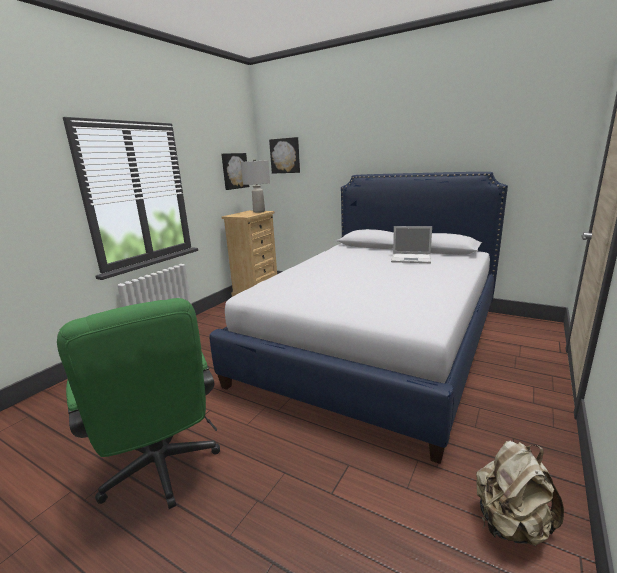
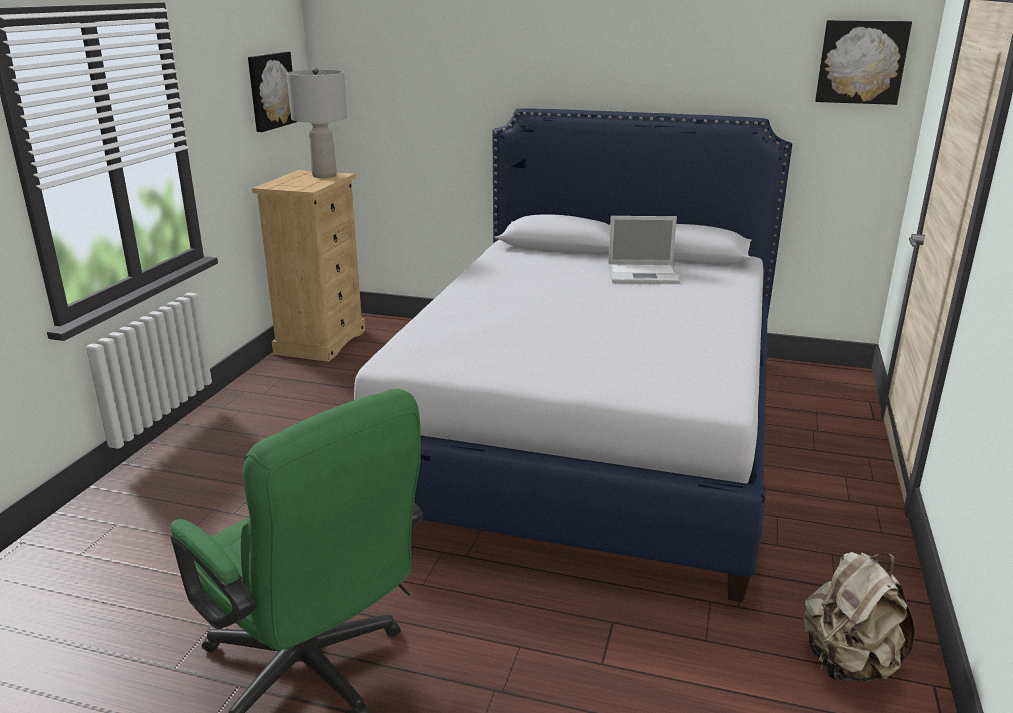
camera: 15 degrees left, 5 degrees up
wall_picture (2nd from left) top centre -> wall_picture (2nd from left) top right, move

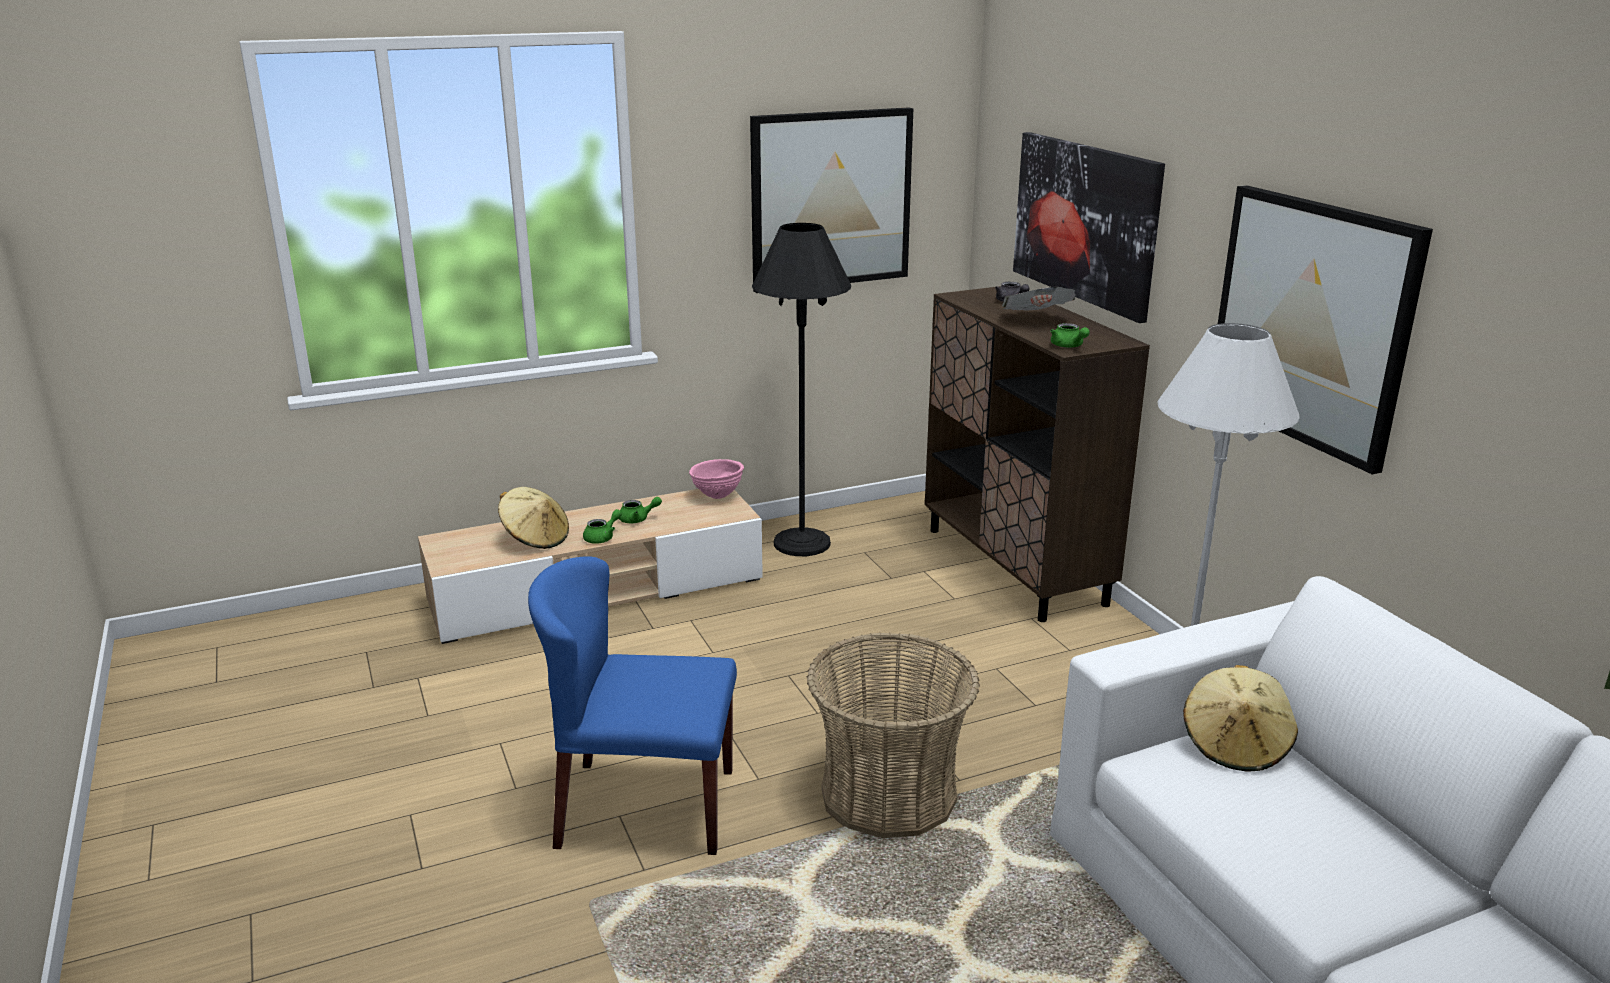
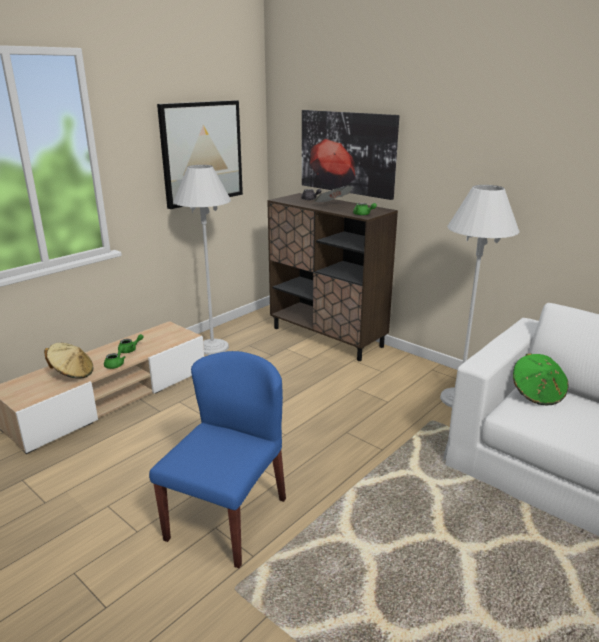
camera: 25 degrees left, 0 degrees up
bluish_plain_chair bottom centre, 135 degrees clockwise
pink_bowl centre -> none
black-coloured_standard_lamp centre -> white-coloured_standard_lamp (1st from left) centre
basket bottom centre -> none
beige-coloured_clothing_hat (2nd from left) bottom right -> greenish_clothing_hat middle right
wall_picture (3rd from left) middle right -> none

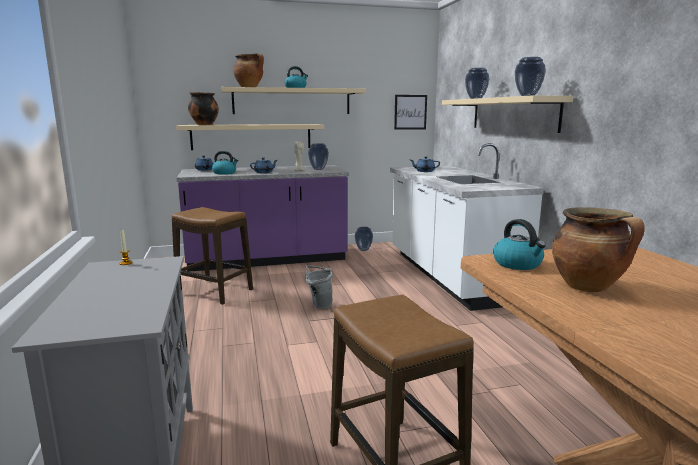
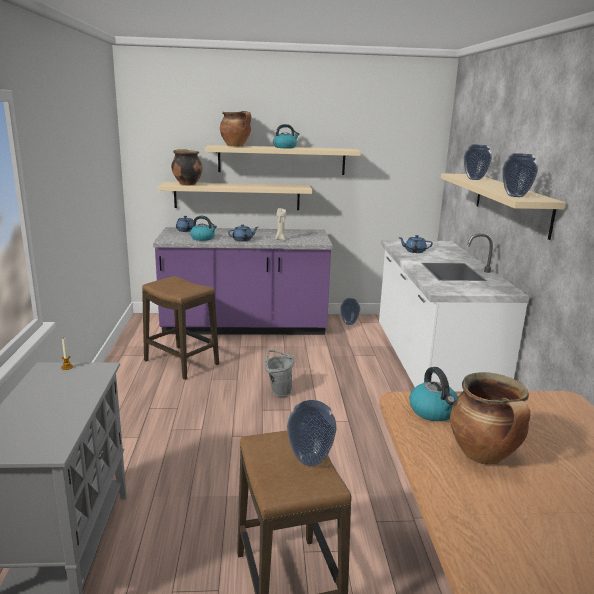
camera: 10 degrees right, 5 degrees up
decorative_vase (1st from left) centre -> decorative_vase (1st from left) bottom centre, move
wall_picture top centre -> none

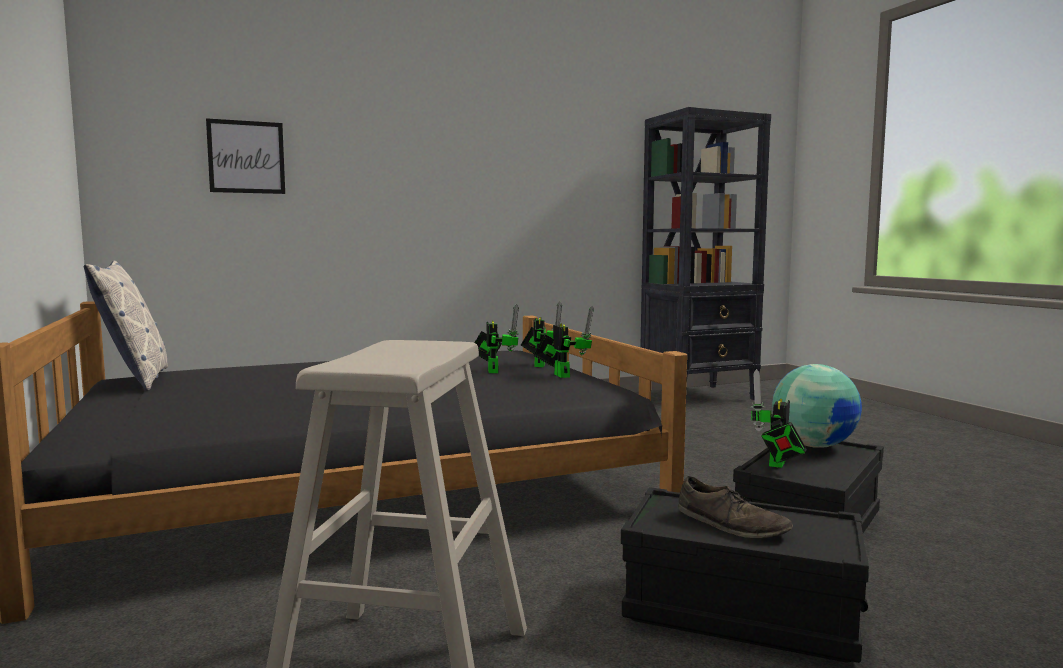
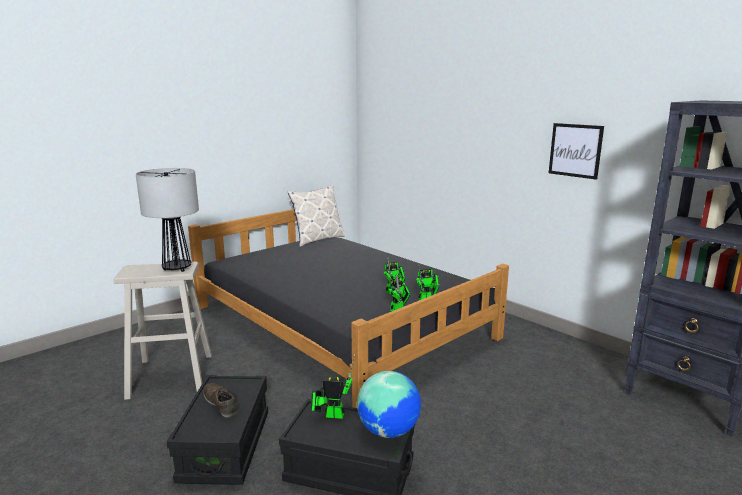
camera: 70 degrees right, 10 degrees up
wall_picture top left -> wall_picture top right, move
brownish_item_of_footwear bottom right -> brownish_item_of_footwear bottom left, 120 degrees clockwise
none -> table_lamp middle left

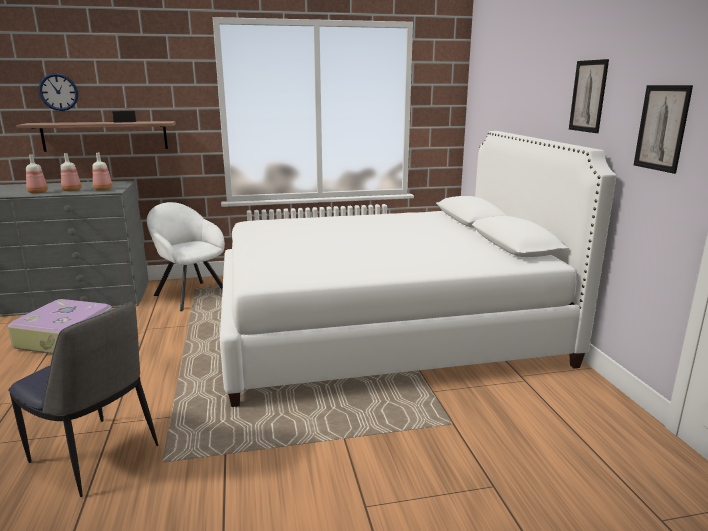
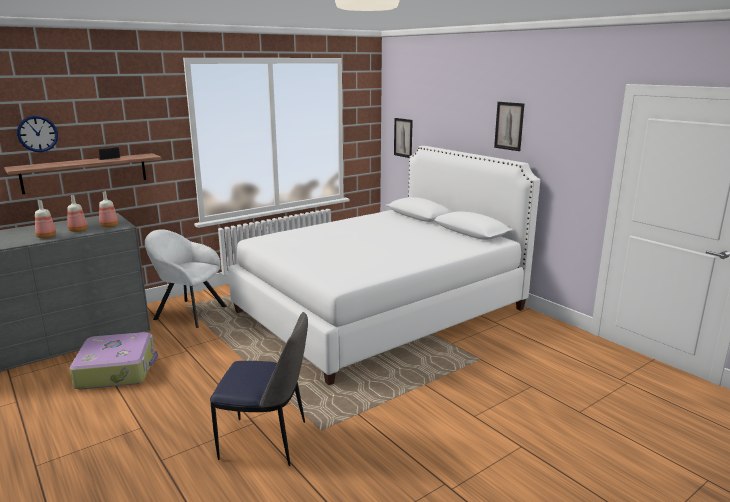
camera: 25 degrees left, 0 degrees up
wall_picture (2nd from left in the first image) top right -> wall_picture (1st from left) top centre, move

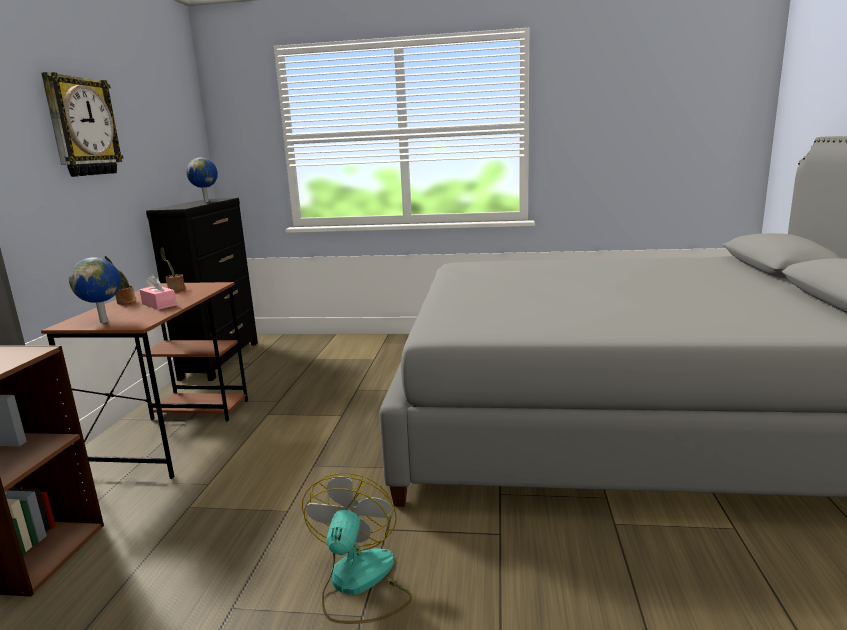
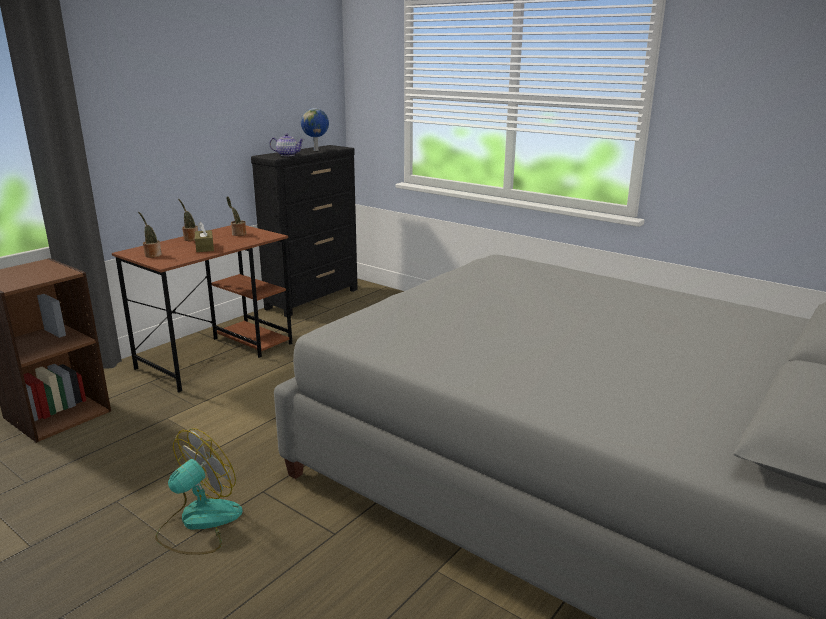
camera: 30 degrees right, 5 degrees up
hanging_clock top left -> none
desk_globe (1st from left) middle left -> houseplant (1st from left) middle left
pink_tissue_box middle left -> brownish_tissue_box middle left
none -> tea_pot top centre

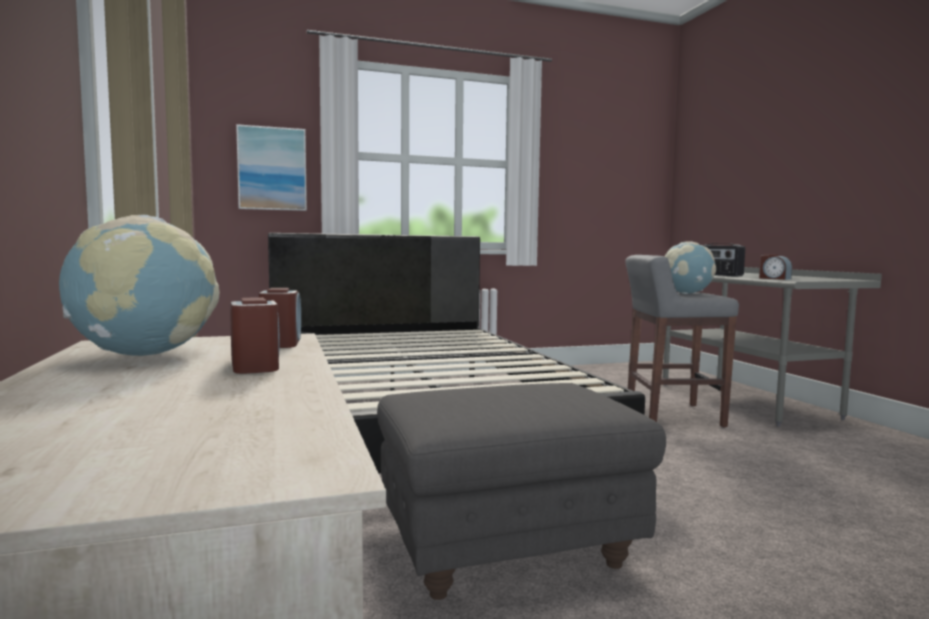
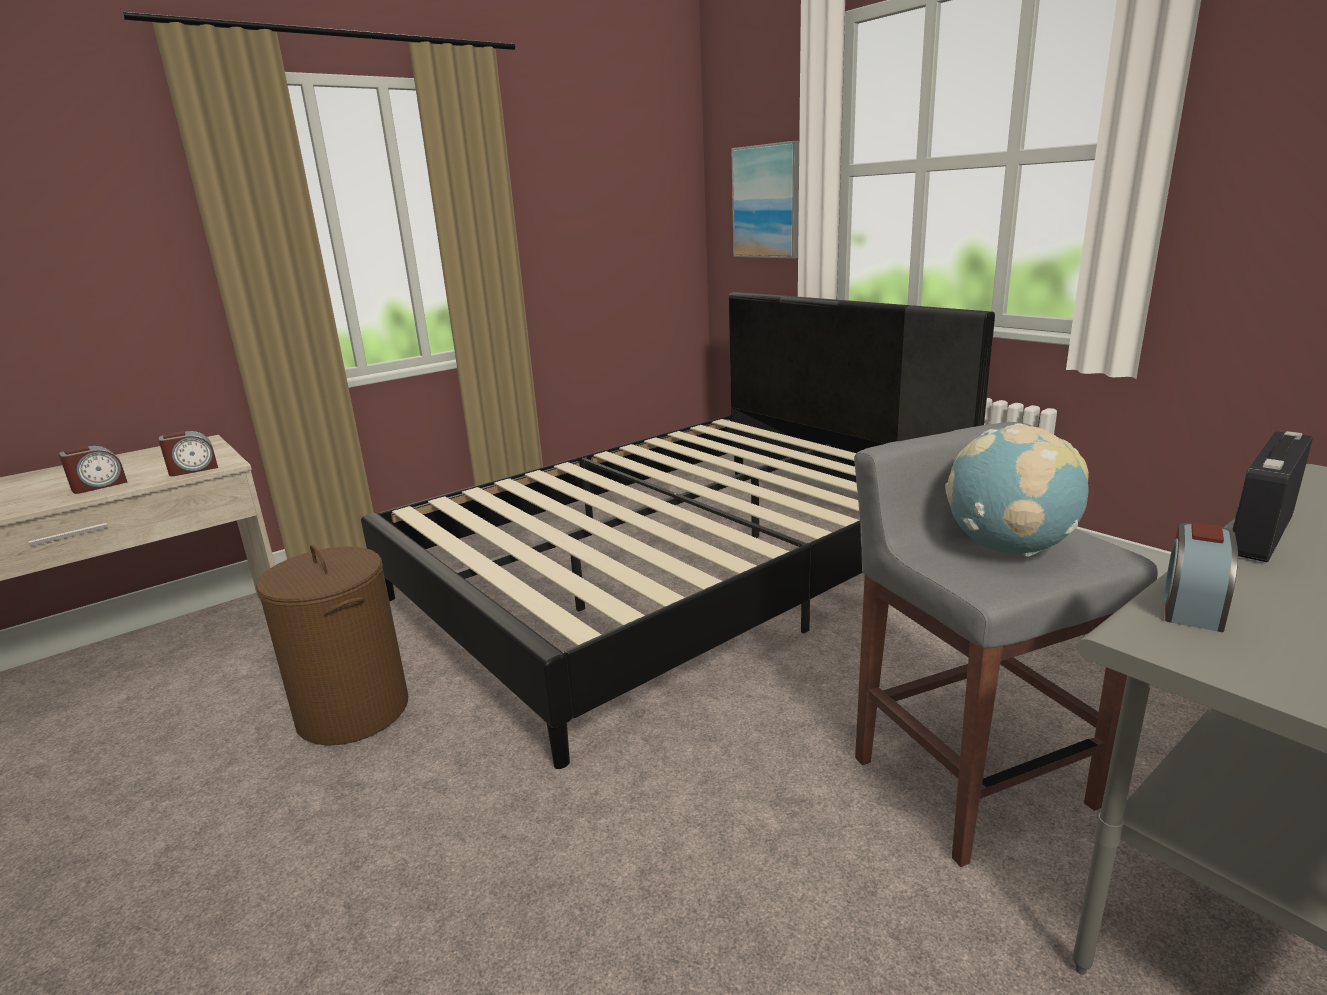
camera: 70 degrees right, 15 degrees up
desk_globe (1st from left) middle left -> none
greyish_ottoman bottom centre -> brownish_hamper middle left

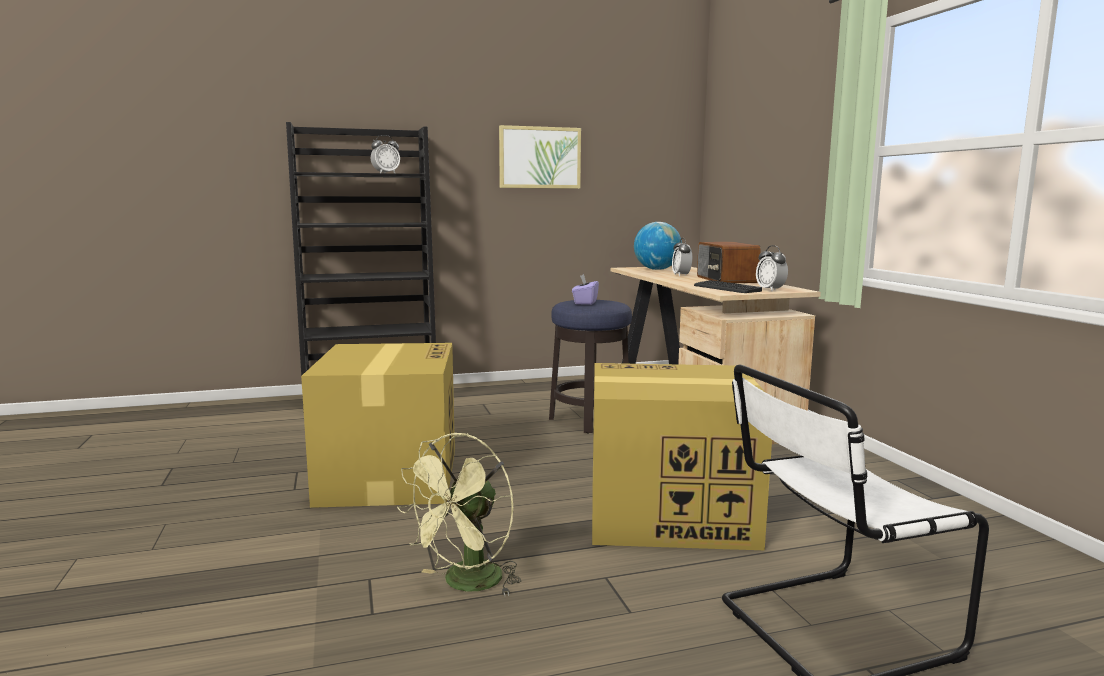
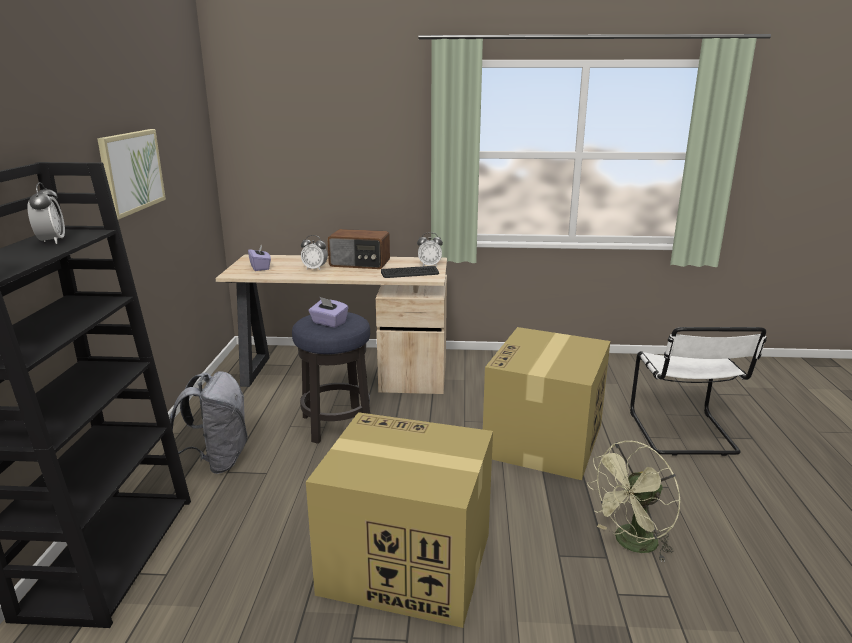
camera: 70 degrees left, 10 degrees up
greenish_cooling_fan bottom centre -> greenish_cooling_fan bottom right, 90 degrees clockwise
desk_globe centre -> purple_tissue_box (1st from left) middle left
none -> greyish_rucksack middle left

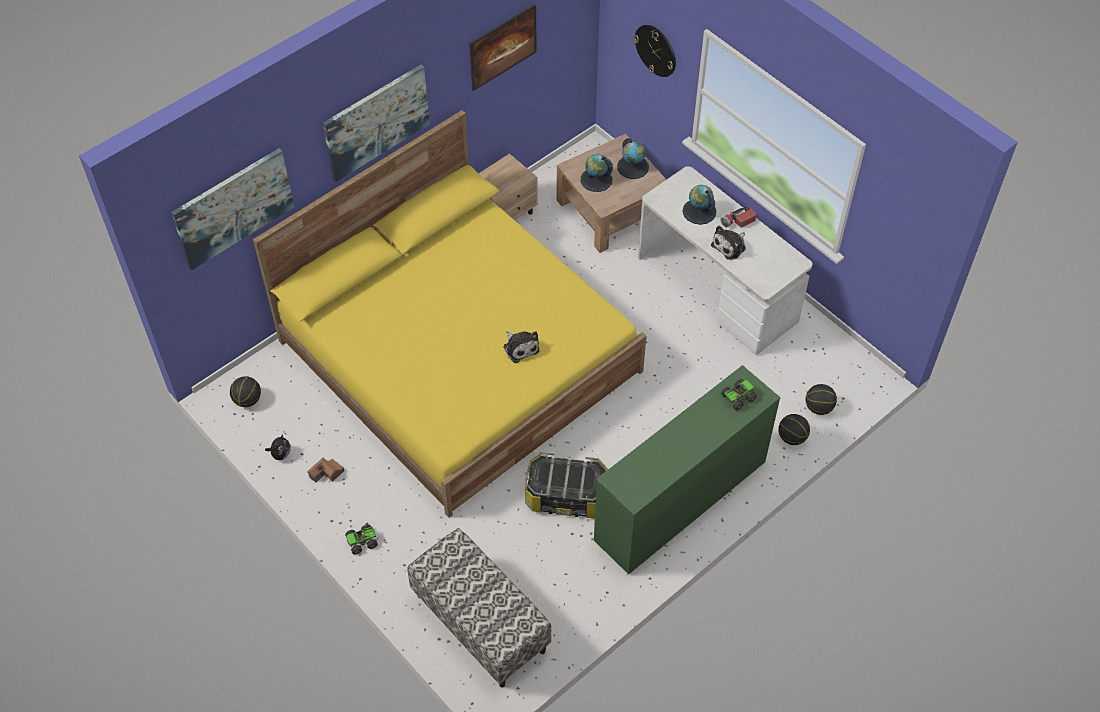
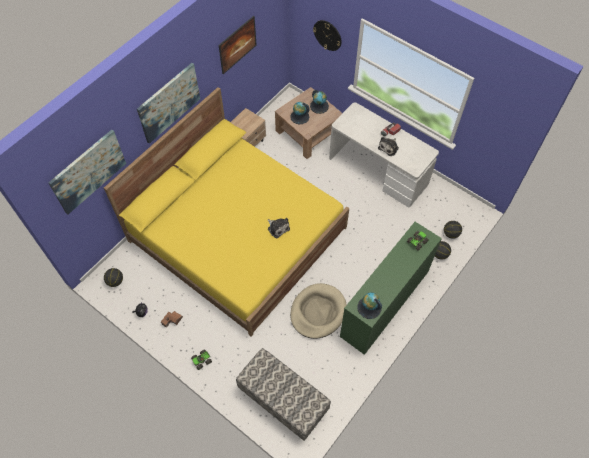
camera: 10 degrees left, 5 degrees up
storage_bin bottom centre -> beige-coloured_dog_bed bottom centre
desk_globe (3rd from left) top centre -> desk_globe (3rd from left) bottom centre, move

